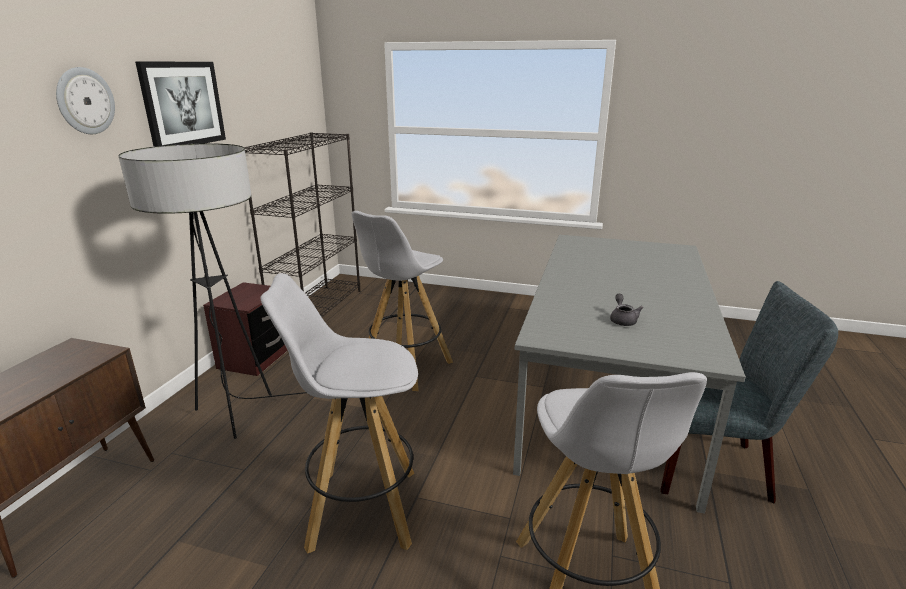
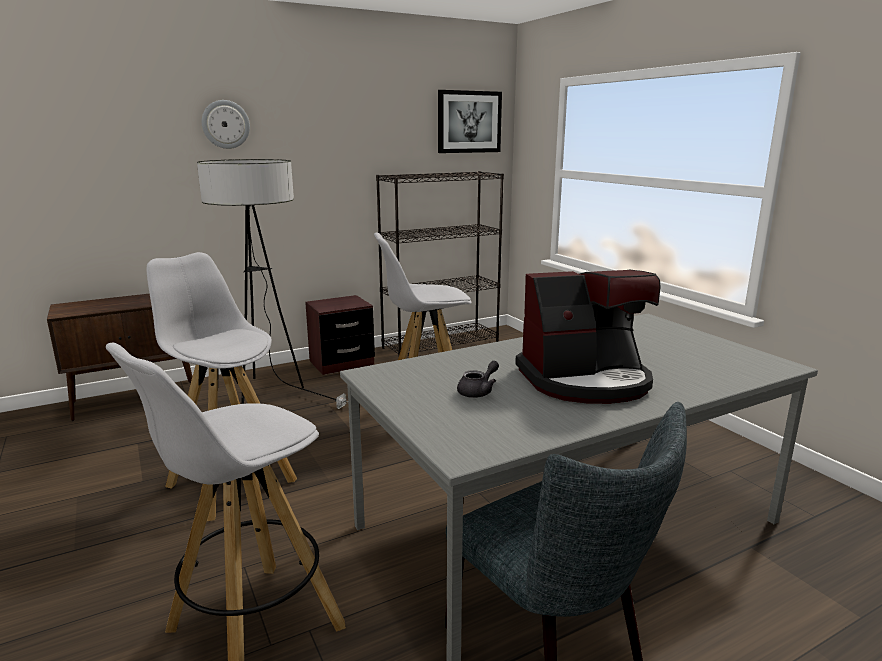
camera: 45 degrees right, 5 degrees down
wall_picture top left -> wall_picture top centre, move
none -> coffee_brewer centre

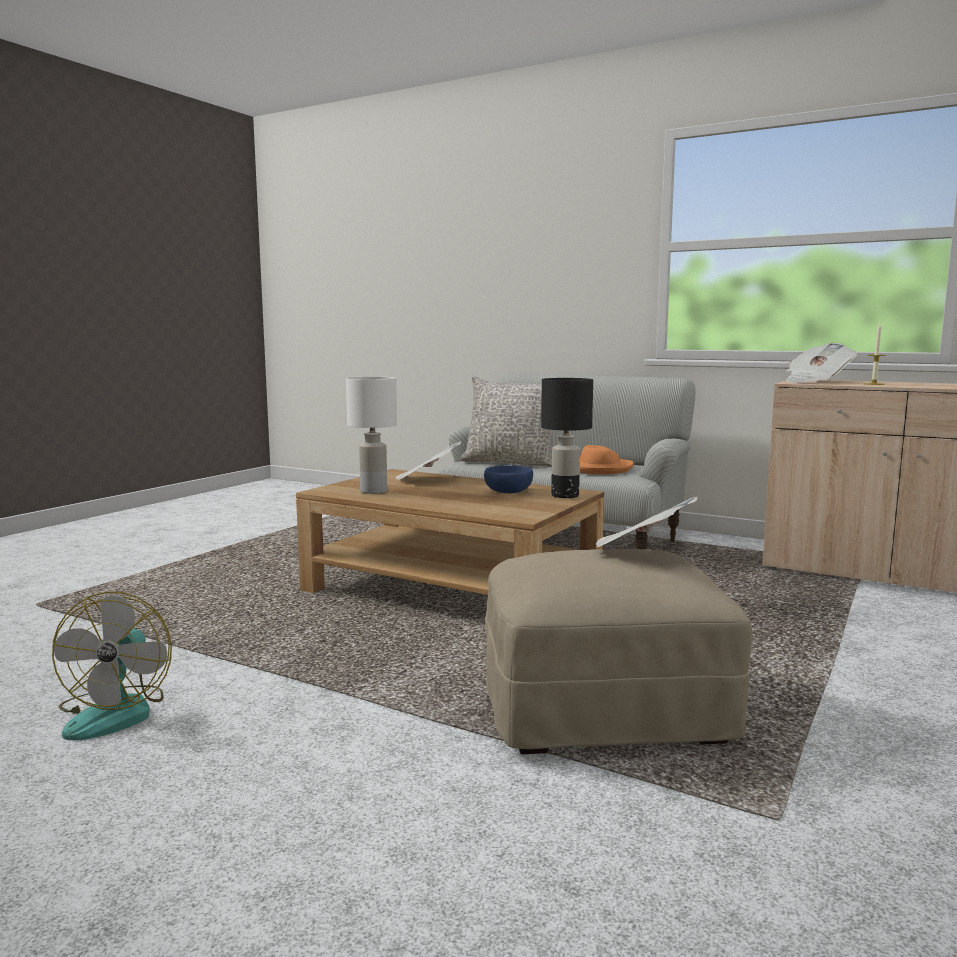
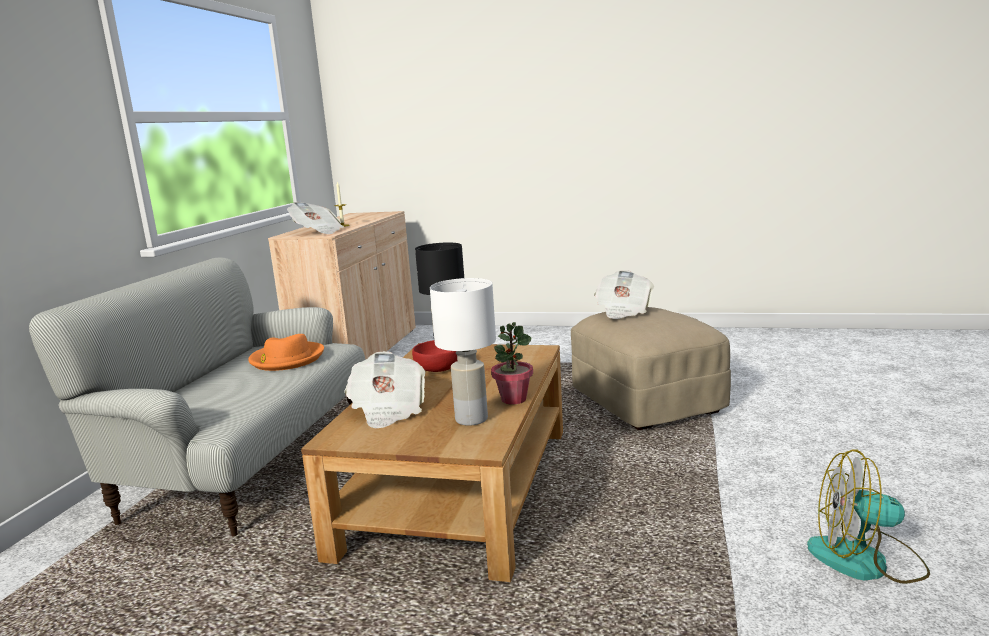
camera: 105 degrees left, 5 degrees up
cooling_fan bottom left -> cooling_fan bottom right, 150 degrees counterclockwise
greyish_cushion centre -> none
bluish_bowl centre -> red-coloured_bowl centre
none -> houseplant centre

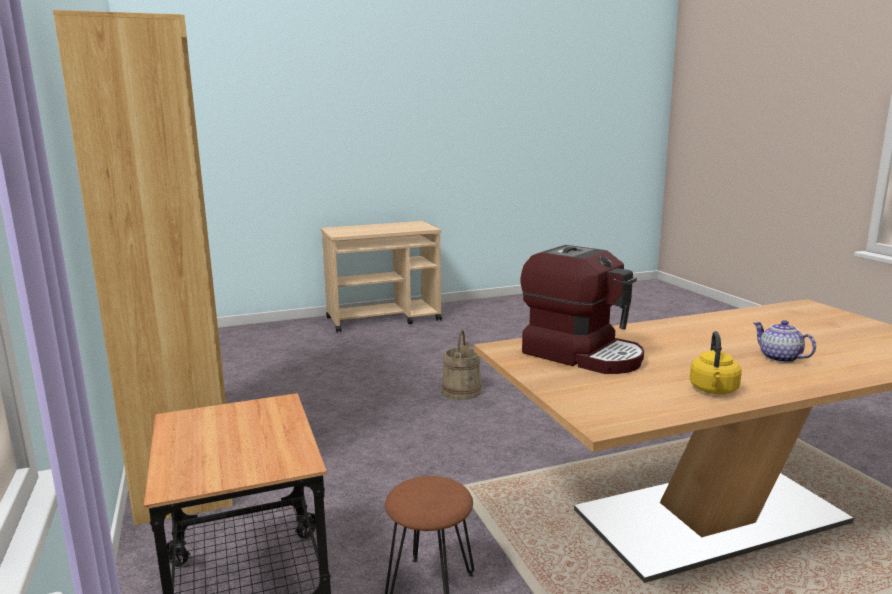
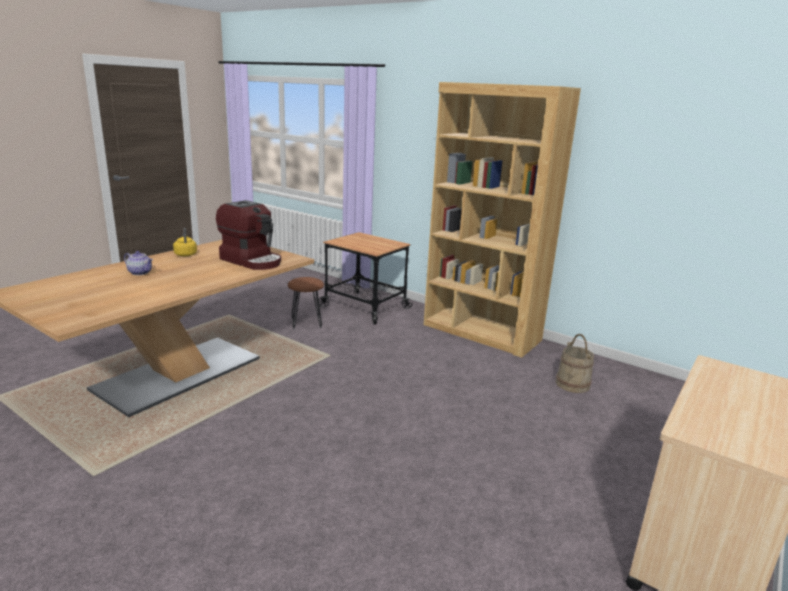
camera: 145 degrees right, 5 degrees up
beige-coloured_bucket centre -> beige-coloured_bucket middle right, move
coffee_brewer centre -> coffee_brewer middle left, 150 degrees counterclockwise

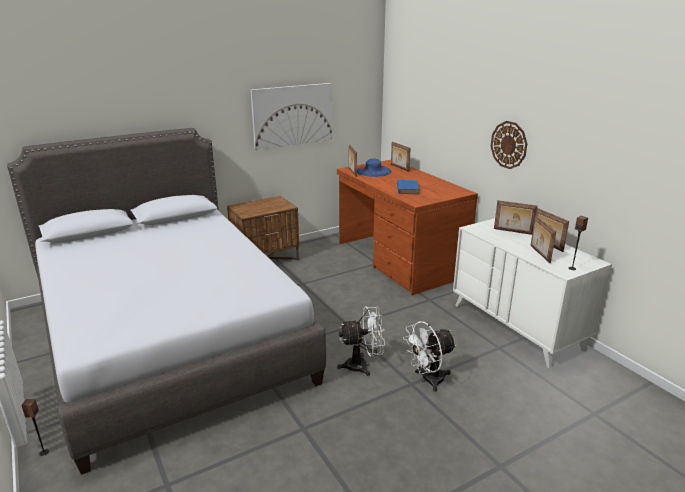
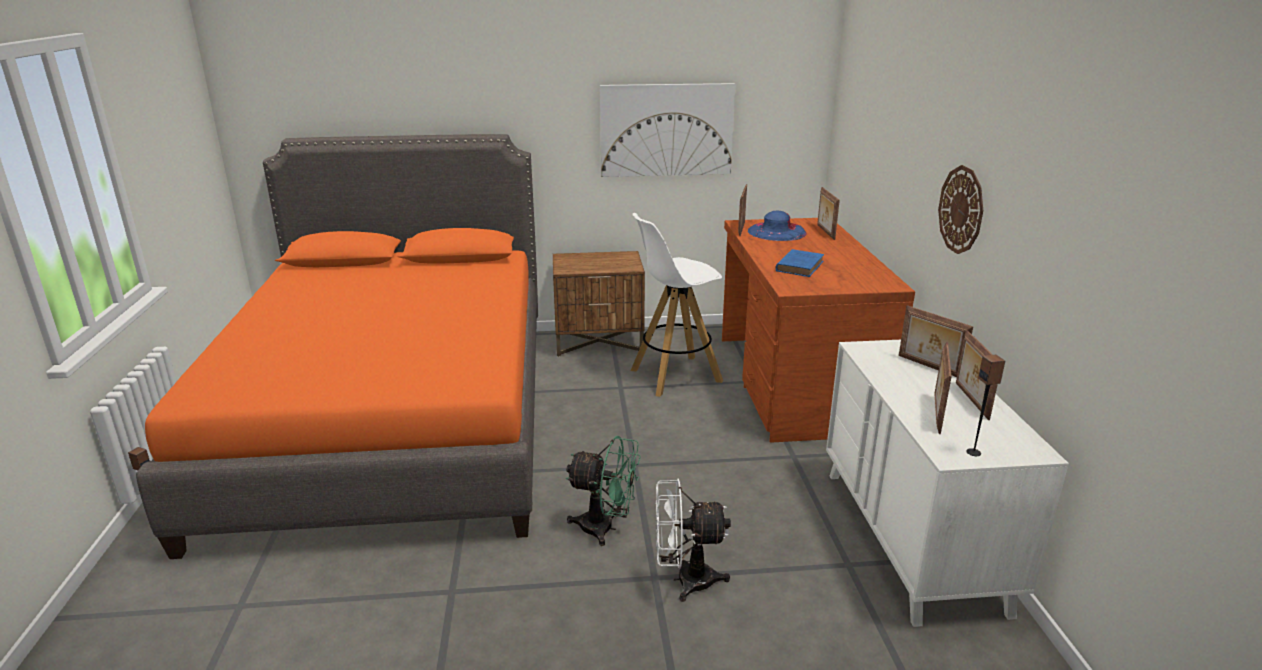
camera: 25 degrees right, 0 degrees up
greyish_bedroom_bed middle left -> orange-coloured_bedroom_bed middle left
white-coloured_cooling_fan (1st from left) bottom centre -> greenish_cooling_fan bottom centre
none -> white-coloured_stool centre

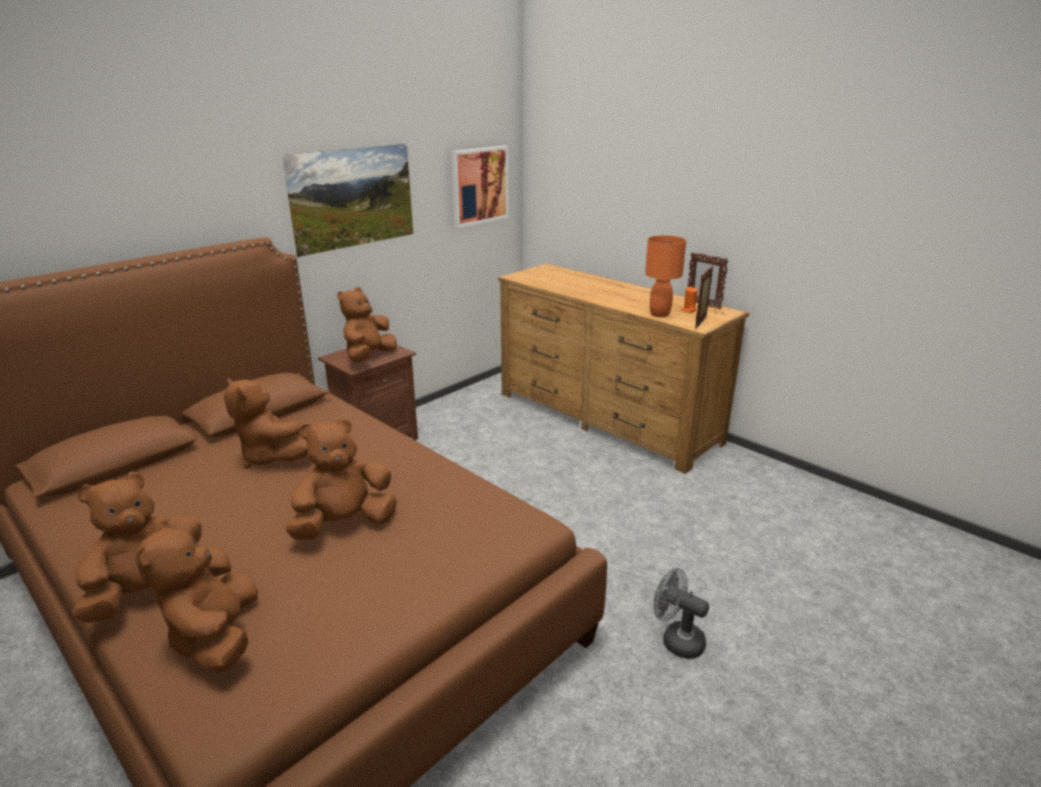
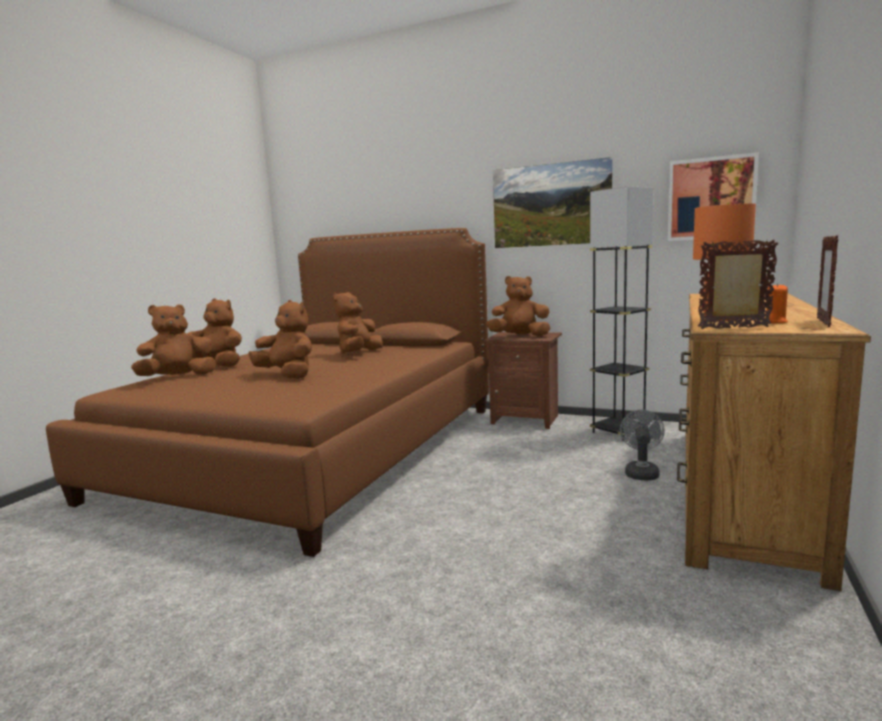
camera: 70 degrees right, 15 degrees down
greyish_cooling_fan bottom centre -> greyish_cooling_fan middle right, move
none -> greyish_standard_lamp middle right

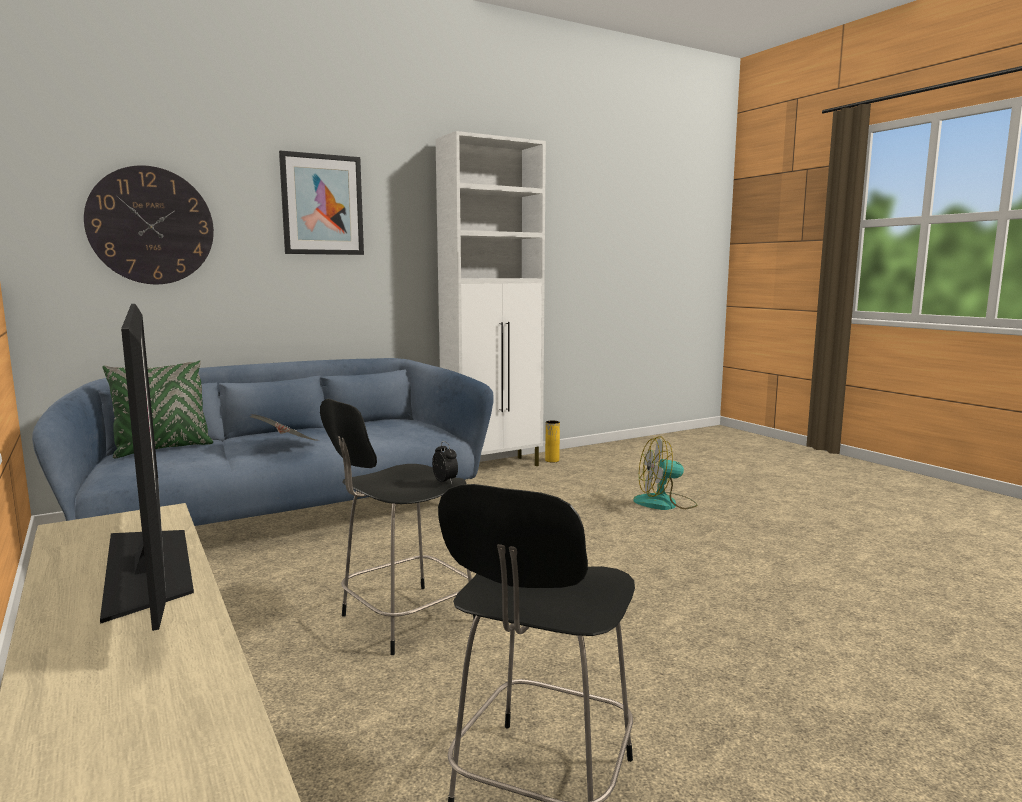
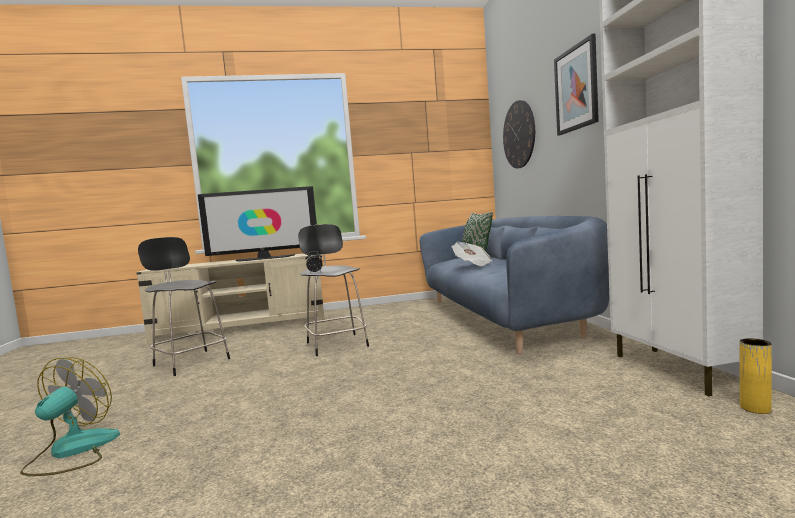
camera: 110 degrees right, 5 degrees down
cooling_fan centre -> cooling_fan bottom left, move

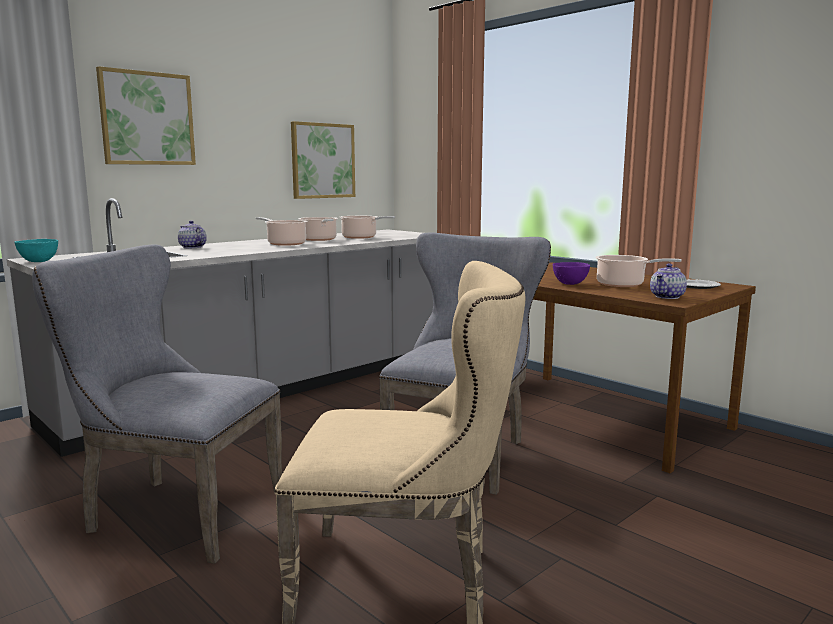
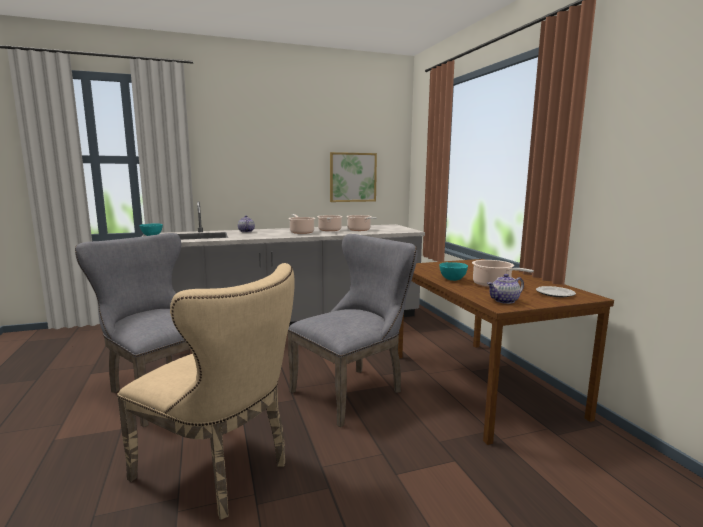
camera: 25 degrees right, 0 degrees up
wall_picture (1st from left) top left -> none
purple_bowl middle right -> turquoise_bowl (2nd from left) centre

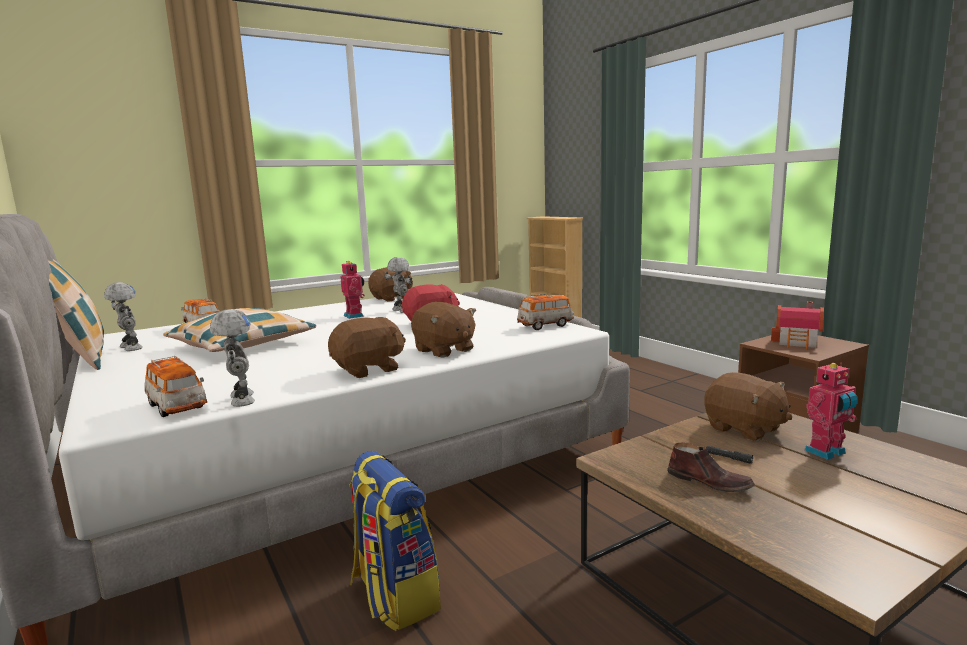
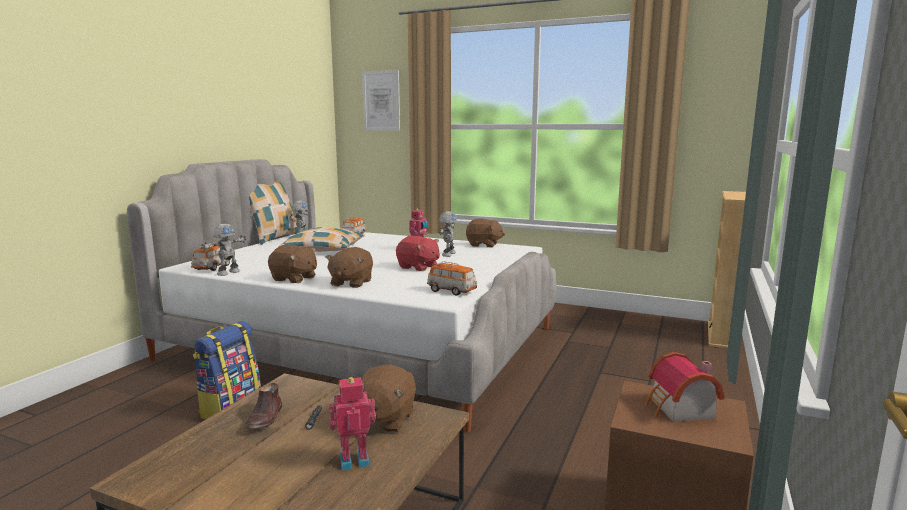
camera: 55 degrees right, 0 degrees up
model_robot (5th from left in the first image) middle right -> model_robot (3rd from left) bottom centre, 135 degrees clockwise
none -> wall_picture top centre

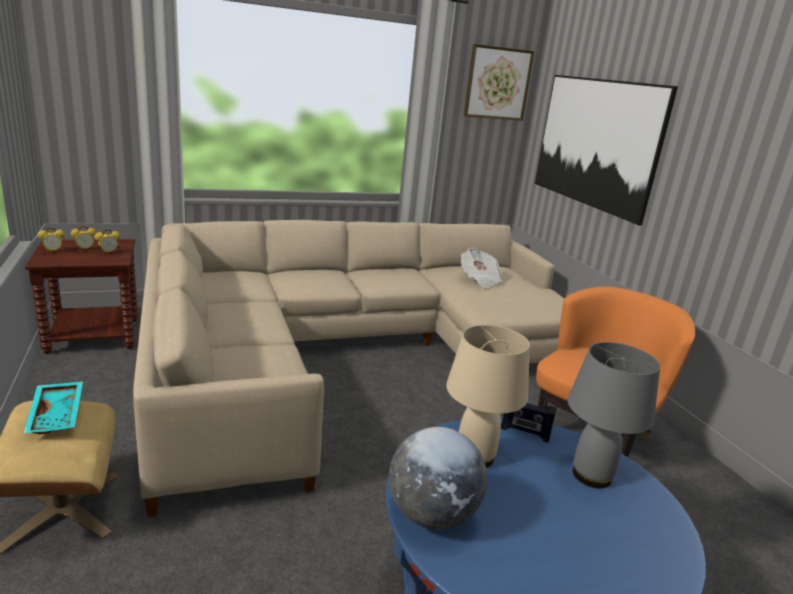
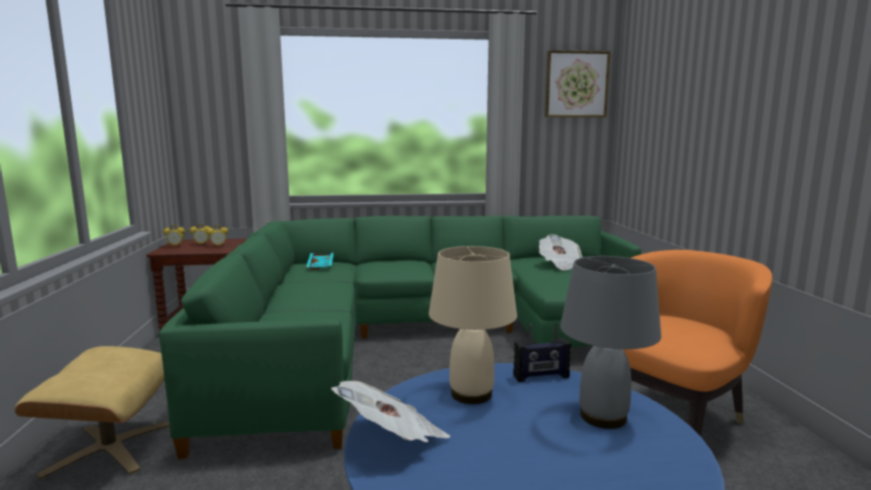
camera: 15 degrees right, 10 degrees down
turquoise_tray bottom left -> turquoise_tray centre, move
beige-coloured_couch centre -> greenish_couch bottom centre
desk_globe bottom centre -> newspaper (1st from left) bottom centre
radio bottom right -> radio bottom centre, 45 degrees counterclockwise
wall_picture (2nd from left) top right -> none

